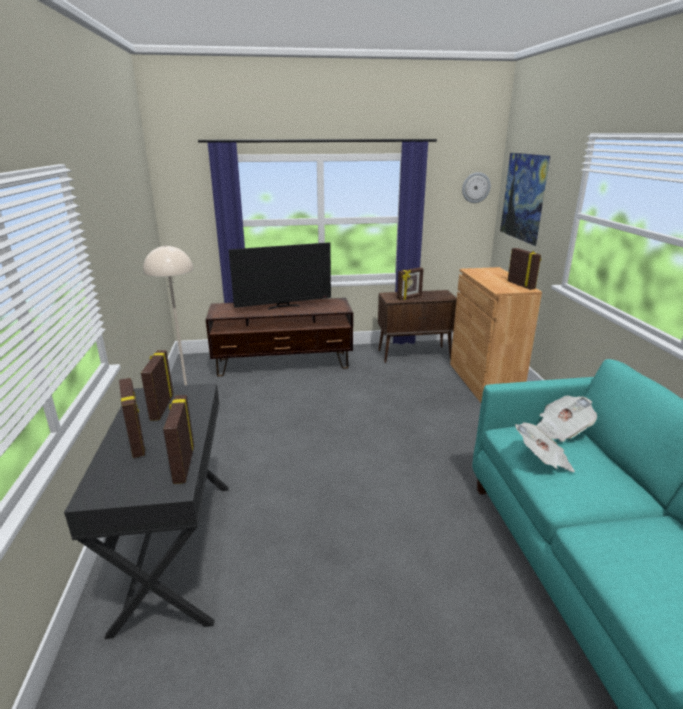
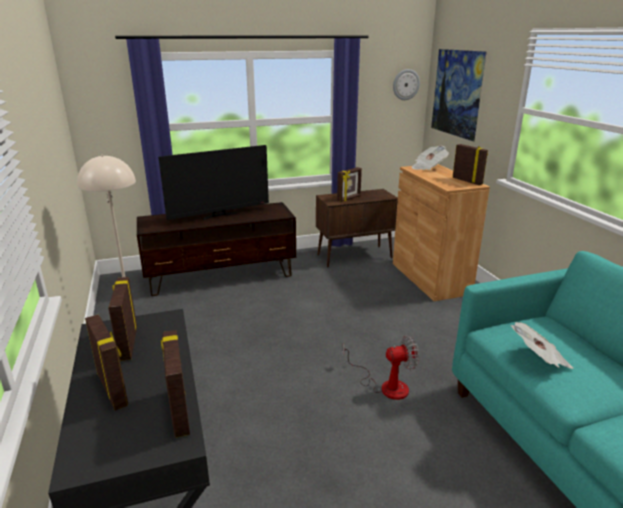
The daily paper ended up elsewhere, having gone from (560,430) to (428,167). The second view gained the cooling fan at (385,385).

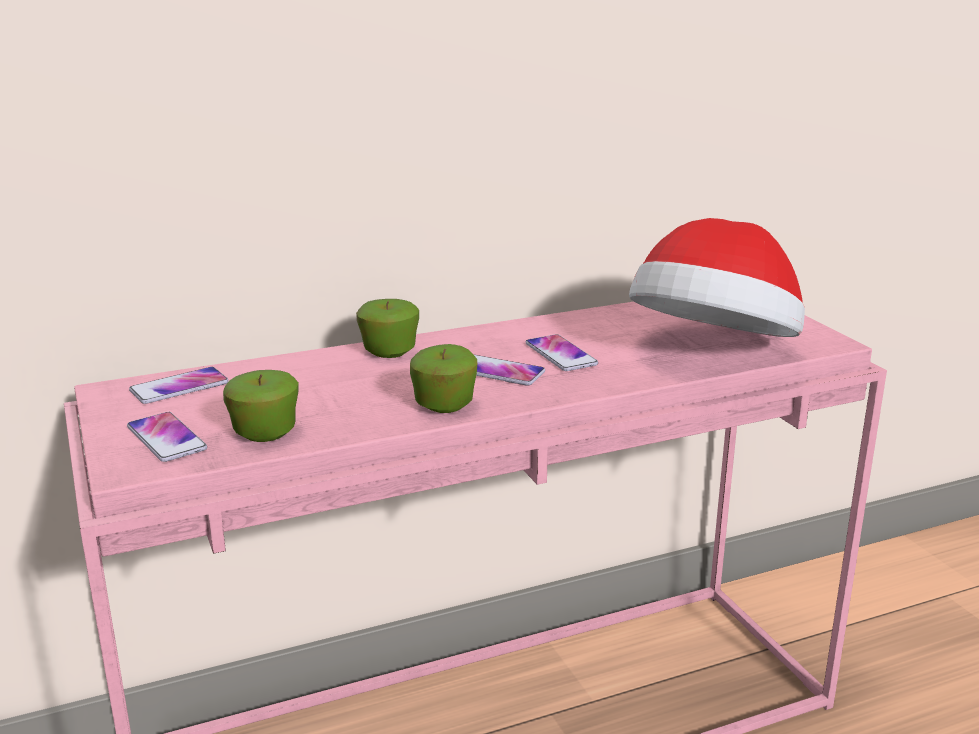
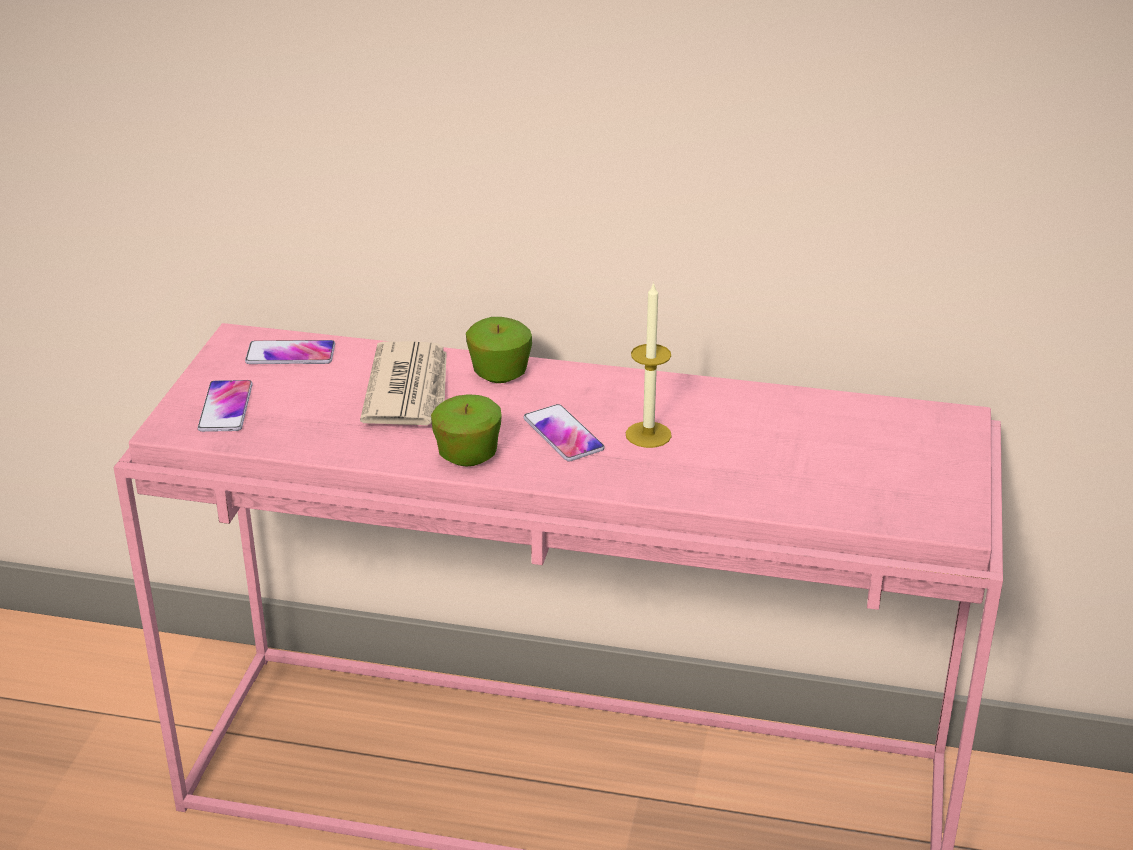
The second view lost the whole apple at (265,433). Where the phone stood at (561,354), the candle came to stand at (648,435). The second view lost the hat at (715,351). The second view gained the daily paper at (409,390).

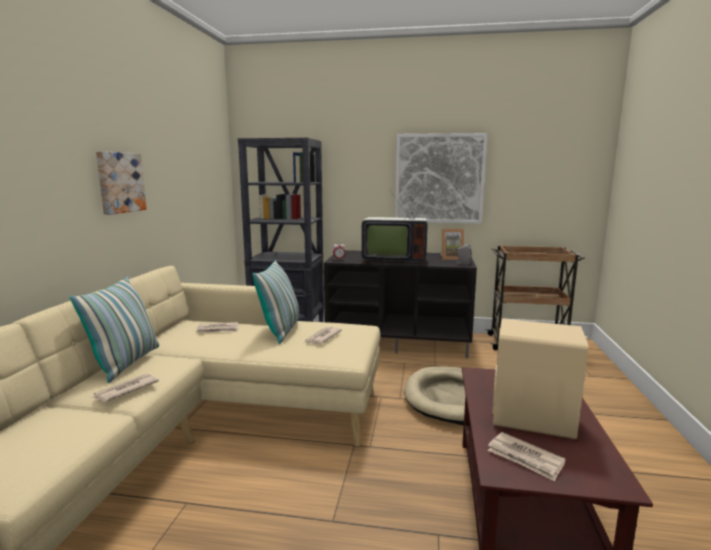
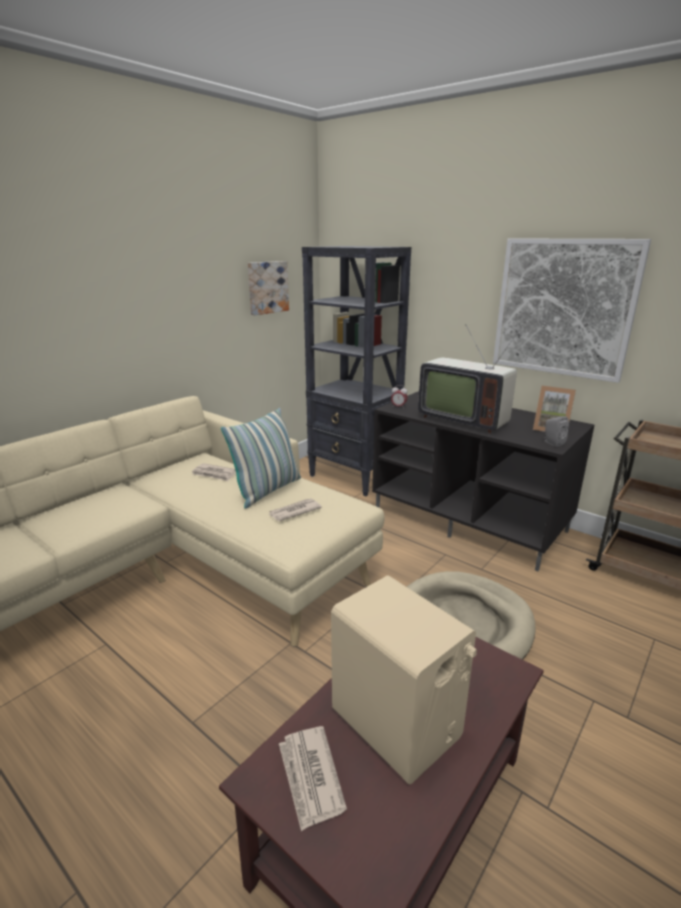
The second view lost the pillow at (126,363). The second view lost the daily paper at (125,390). The picture ended up elsewhere, having gone from (119,182) to (267,287).

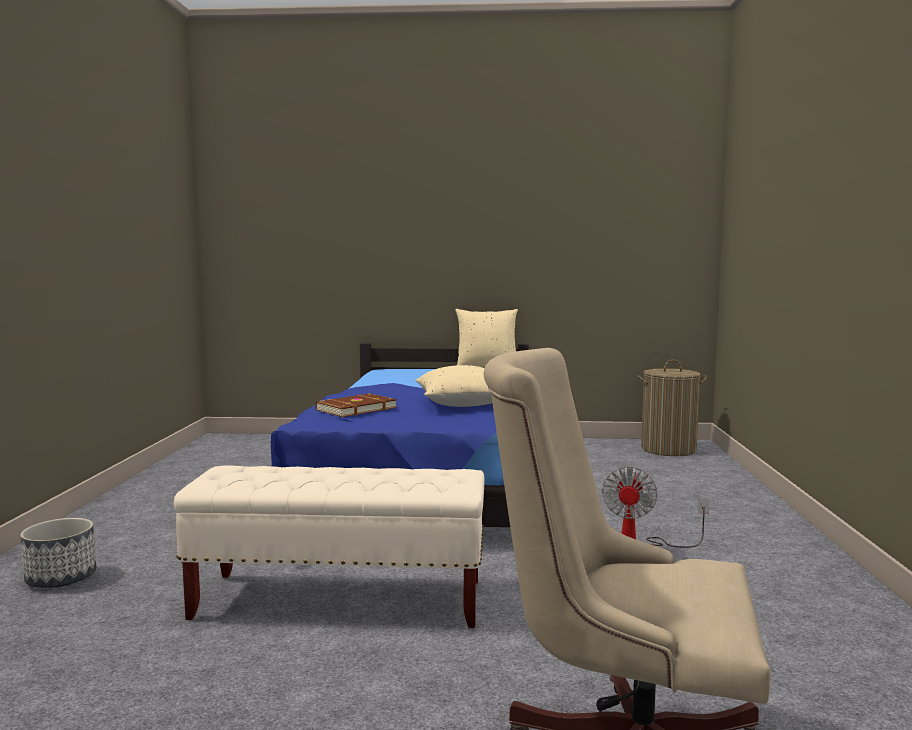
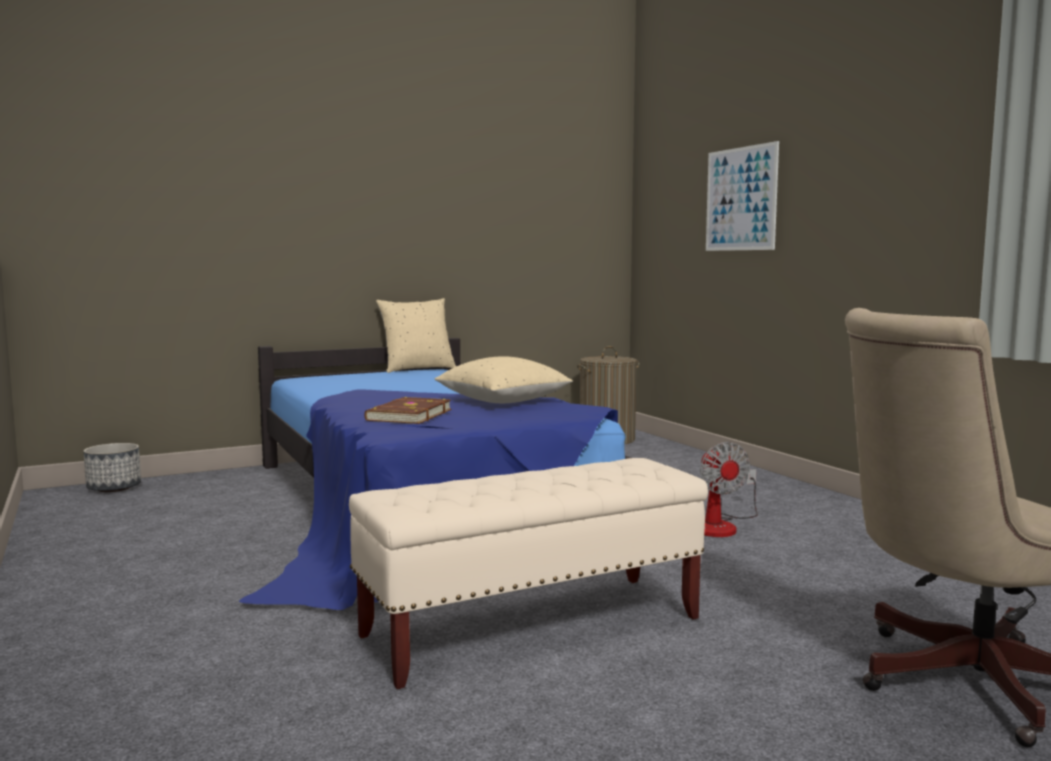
The plant pot ended up elsewhere, having gone from (60,578) to (113,488). The second view gained the picture at (741,199).

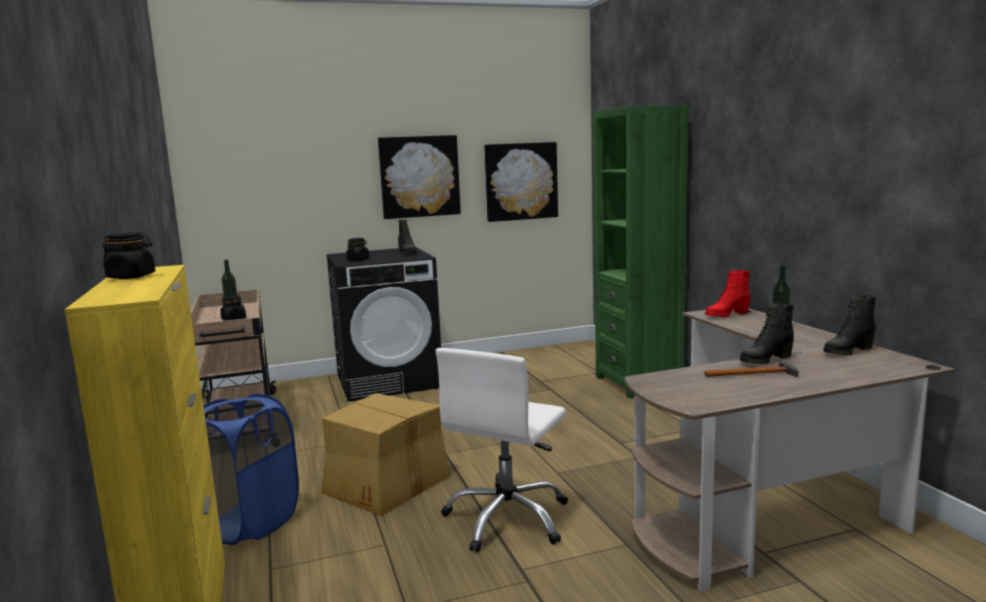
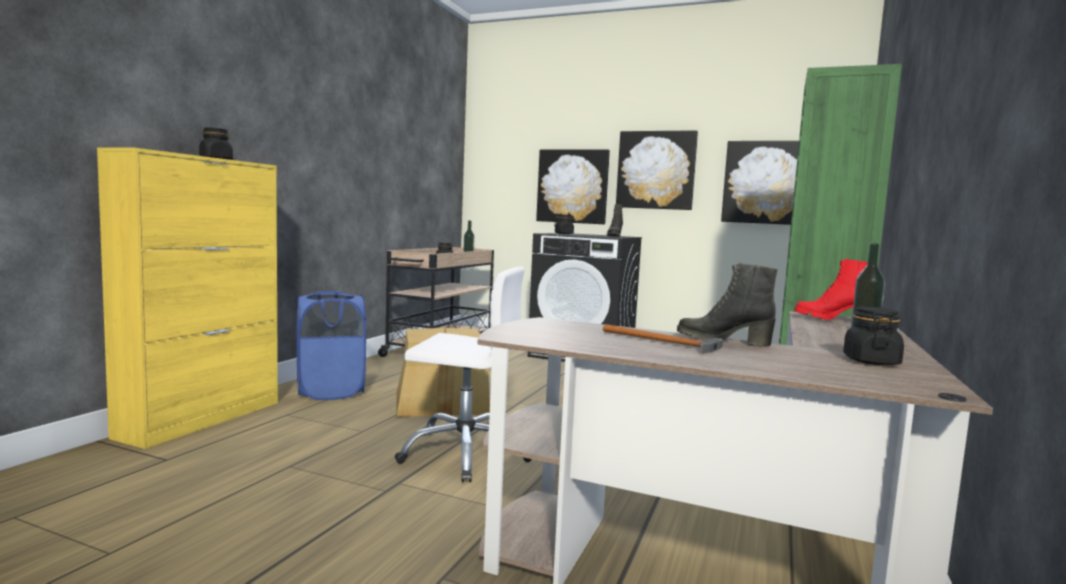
The white-coloured desk chair at (508,519) ended up facing another way, 150 degrees counterclockwise from before. Where the blackish high-top boot stood at (847,351), the blackish storage jar came to stand at (870,361). The second view gained the picture at (572,186).

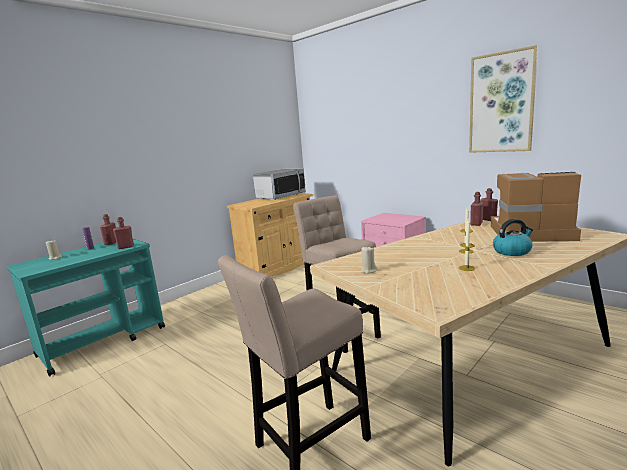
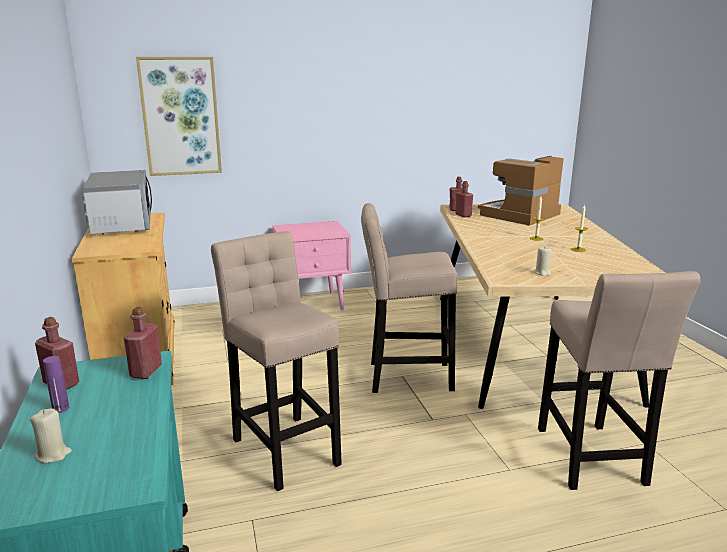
The picture ended up elsewhere, having gone from (501,103) to (180,117). The second view lost the water kettle at (512,251). The second view gained the beige stool seat at (284,447).

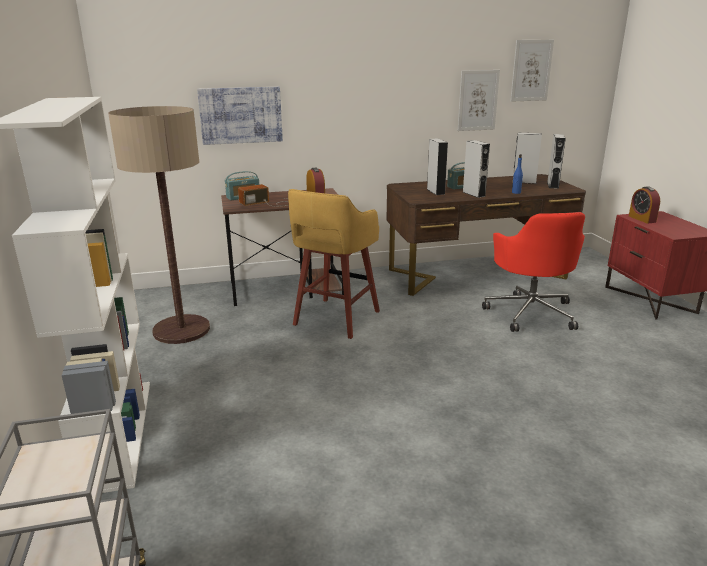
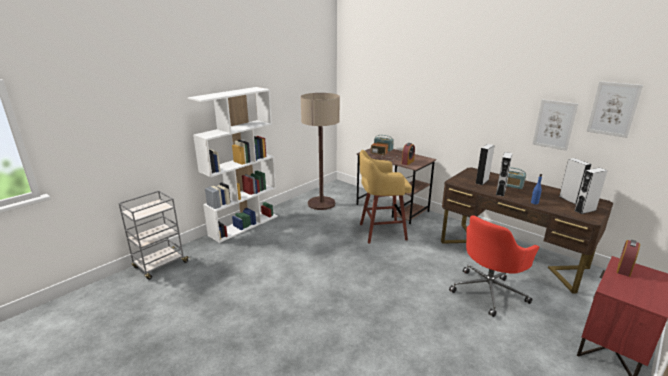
The second view lost the picture at (241,115).

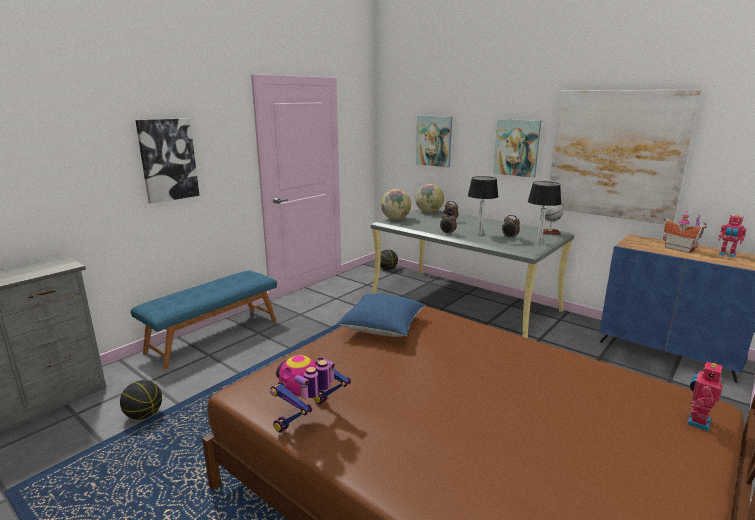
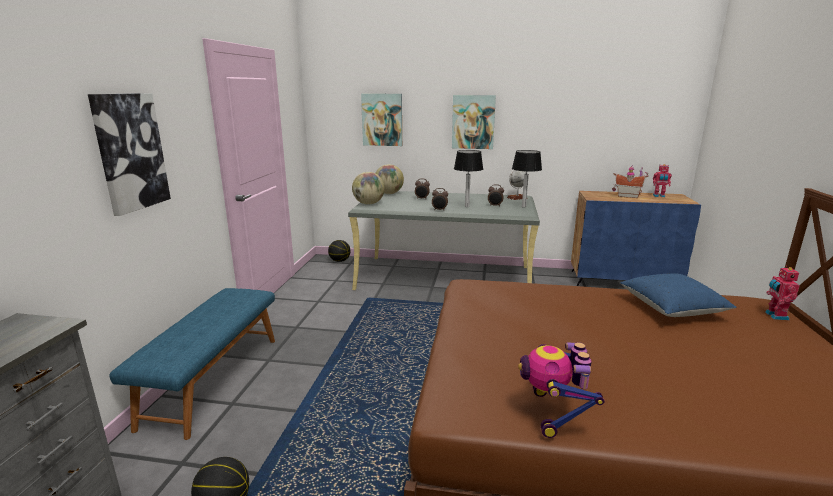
The blue-coloured pillow ended up elsewhere, having gone from (382,328) to (671,309). The second view lost the picture at (615,155).

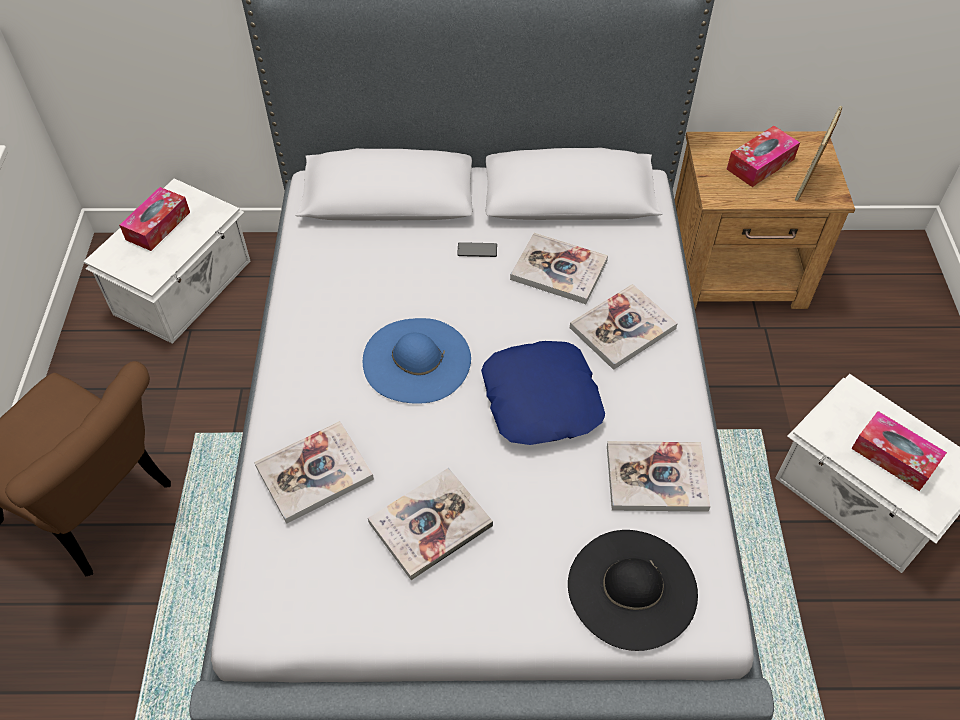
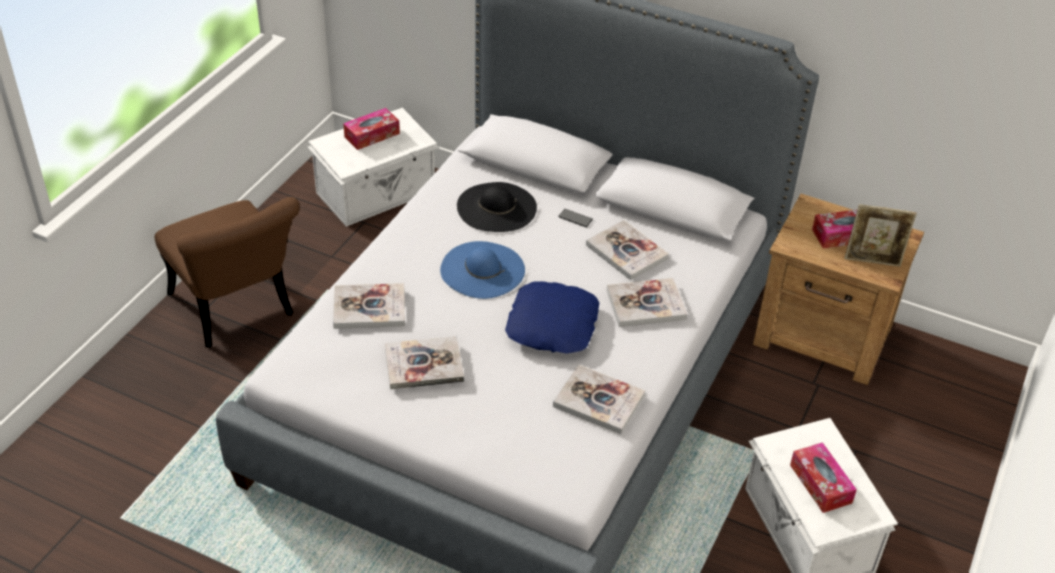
The blackish hat ended up elsewhere, having gone from (632,588) to (496,207). The standing frame at (807,182) ended up facing another way, 135 degrees counterclockwise from before.

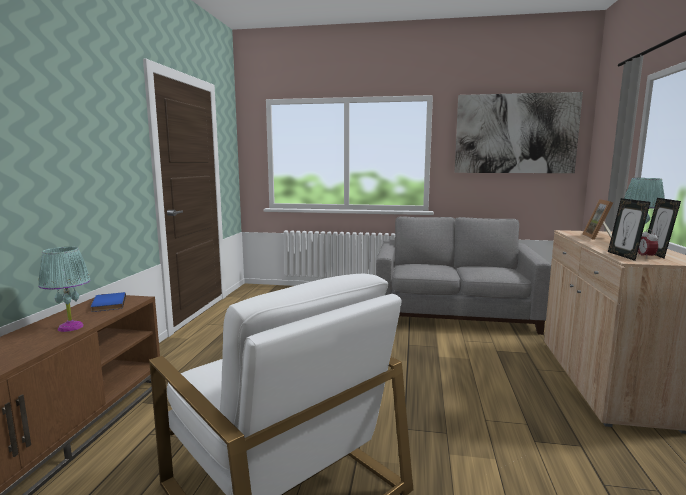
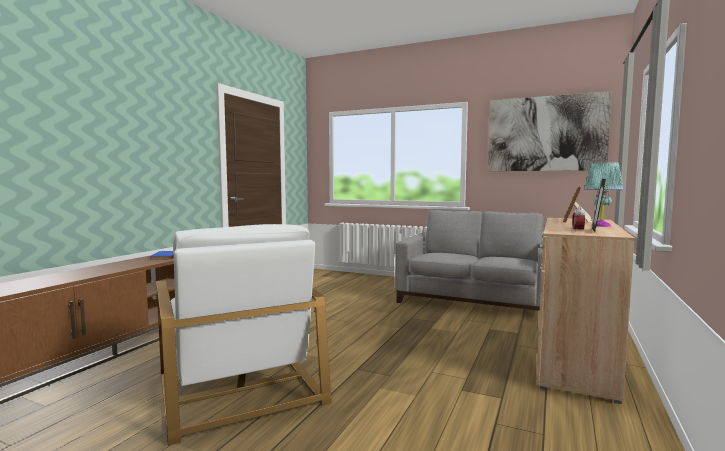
The second view lost the turquoise-coloured lamp for a table at (70,327). The second view lost the standing frame at (624,256).

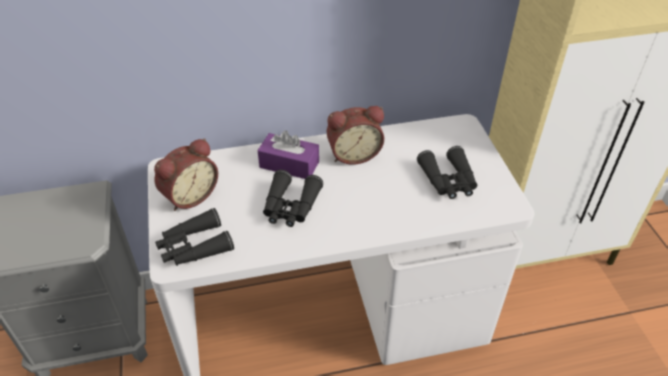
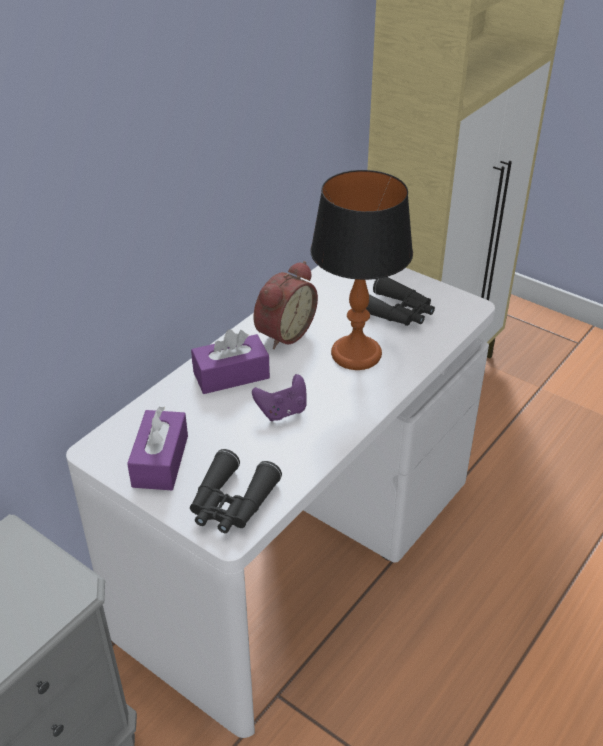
Where the alarm clock stood at (189,195), the purple tissue box came to stand at (160,461). Where the blackish binoculars stood at (290,207), the purple game controller came to stand at (282,411). The second view gained the lamp for a table at (357,355).

